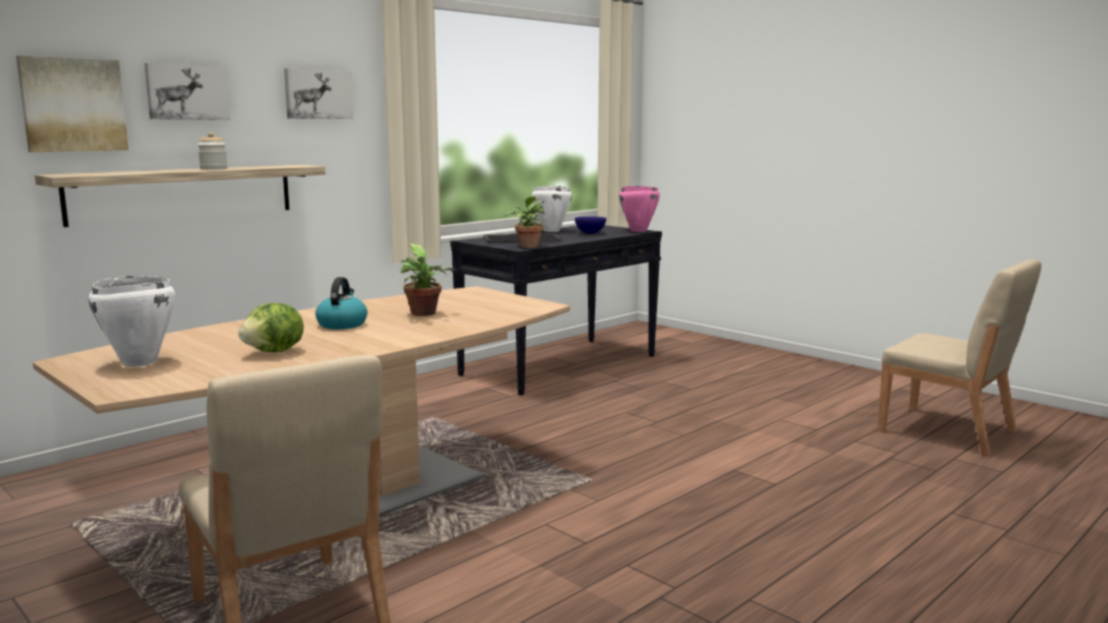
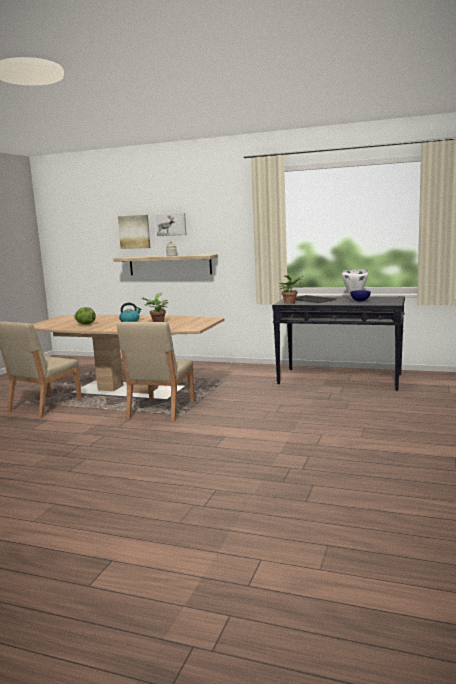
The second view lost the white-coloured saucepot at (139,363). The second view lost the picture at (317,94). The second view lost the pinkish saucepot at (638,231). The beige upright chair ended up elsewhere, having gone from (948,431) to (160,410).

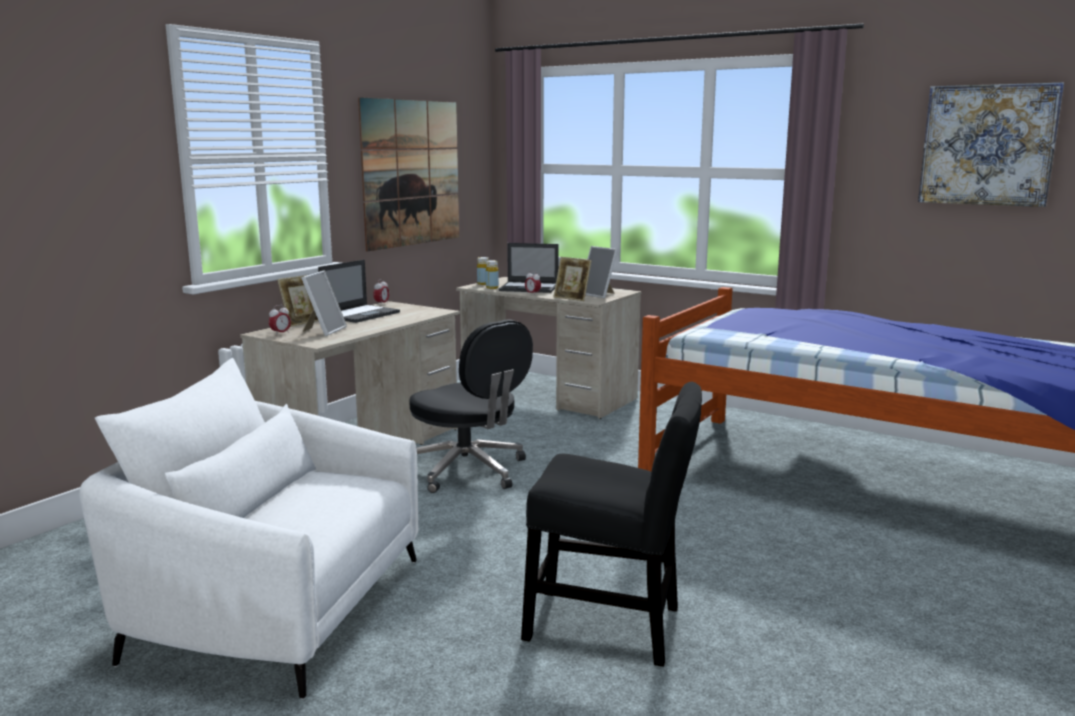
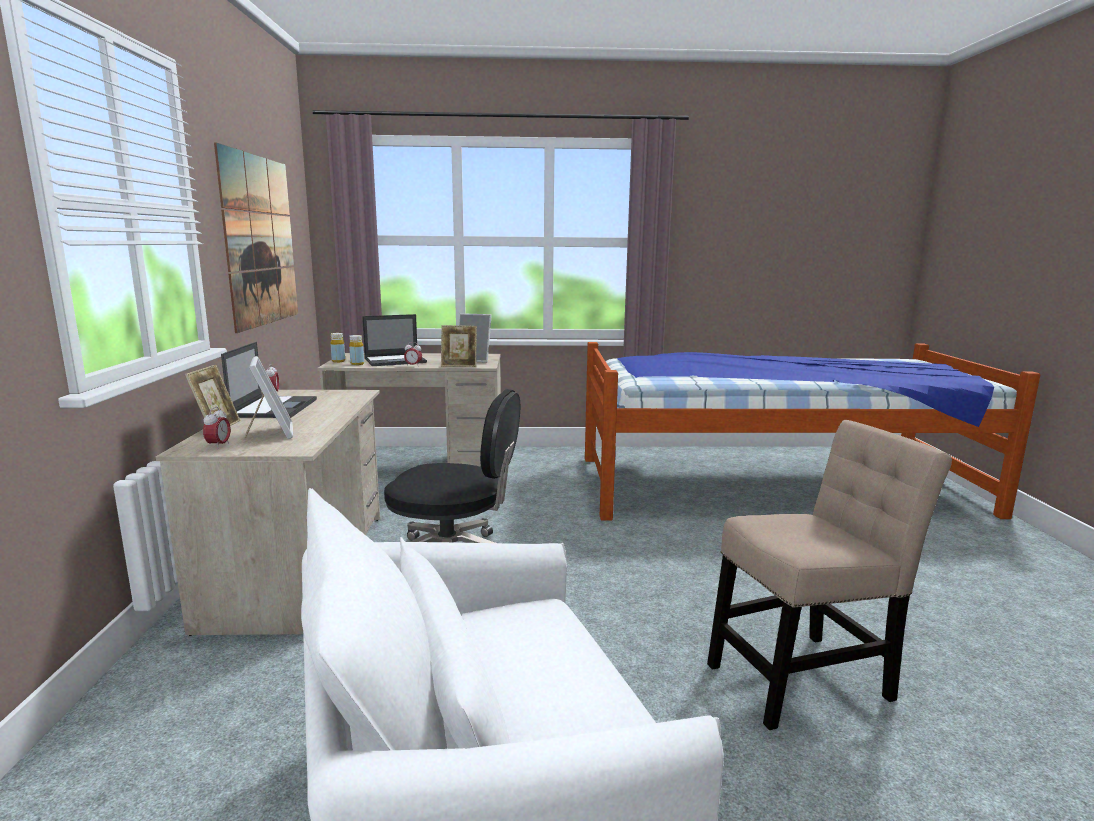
What was the blackish upright chair at (611,626) turned into the beige upright chair at (805,678). The second view lost the picture at (987,145).

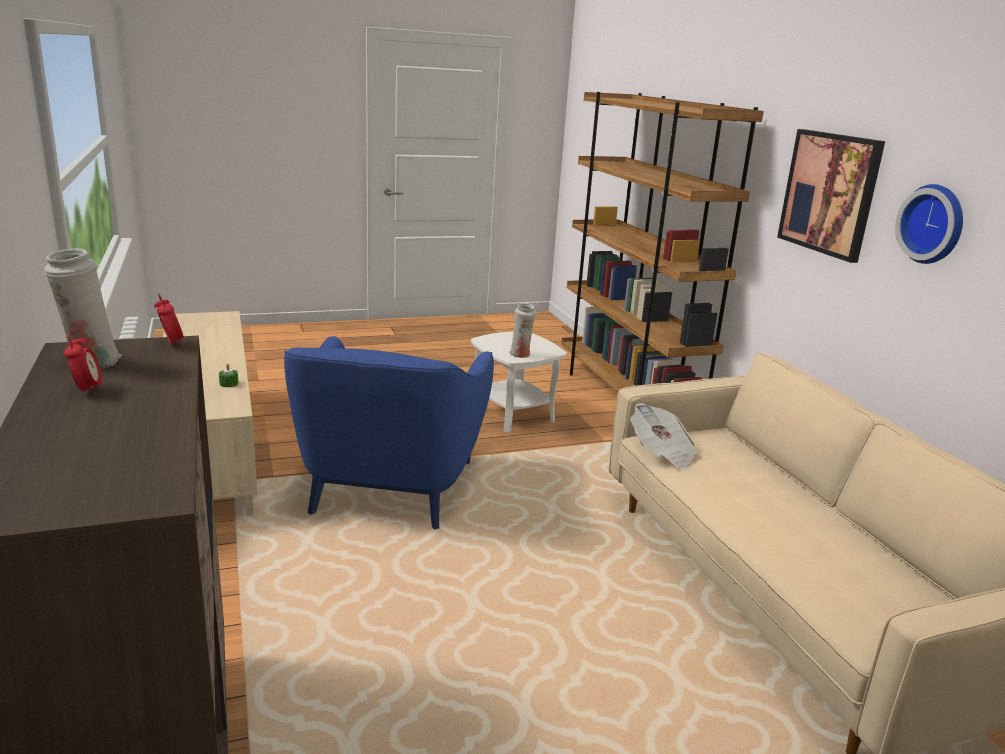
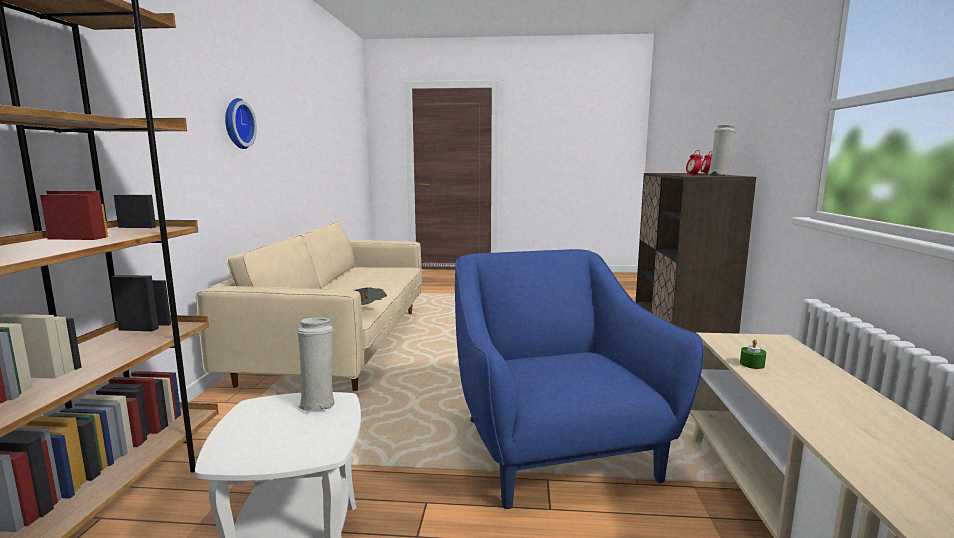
The blue-coloured armchair at (390,487) ended up facing another way, 45 degrees counterclockwise from before. The second view lost the picture at (830,193).

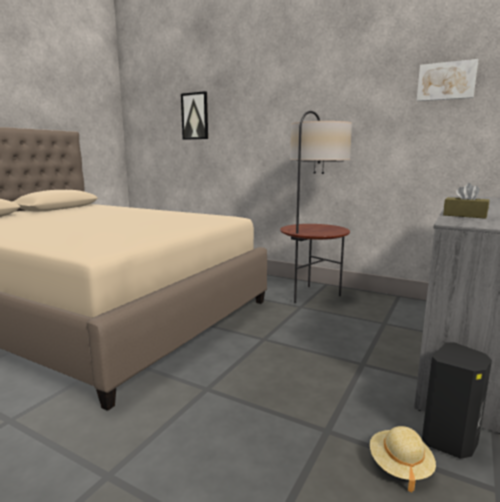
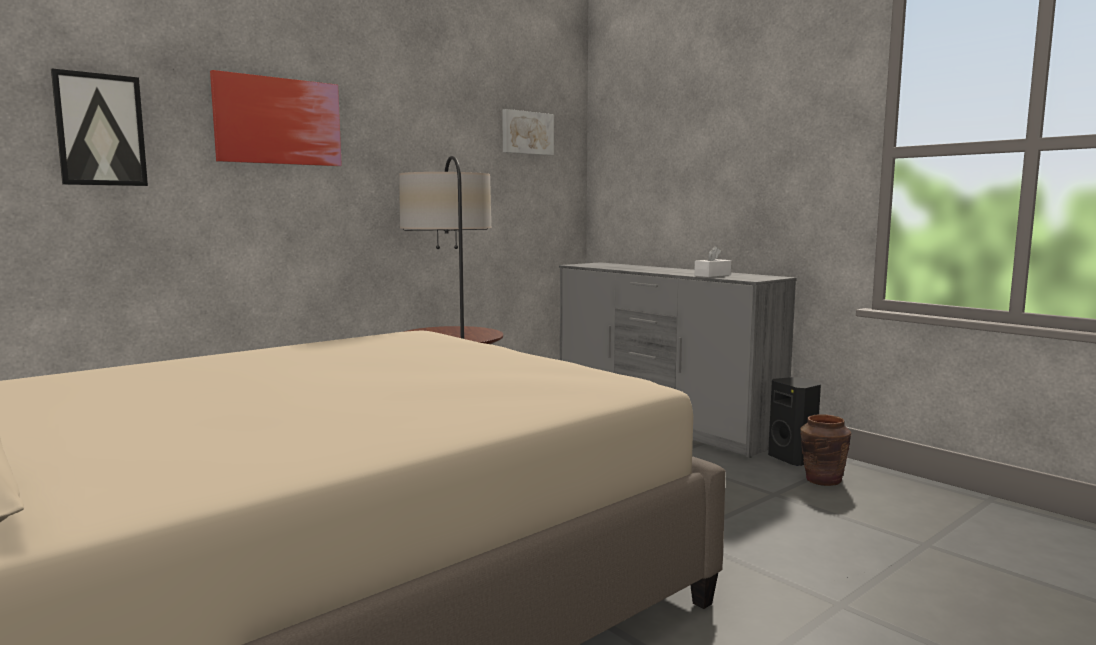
Where the beige hat stood at (400,466), the brownish vase came to stand at (822,480). What was the brownish tissue box at (464,215) turned into the white-coloured tissue box at (712,275). The second view gained the picture at (278,121).

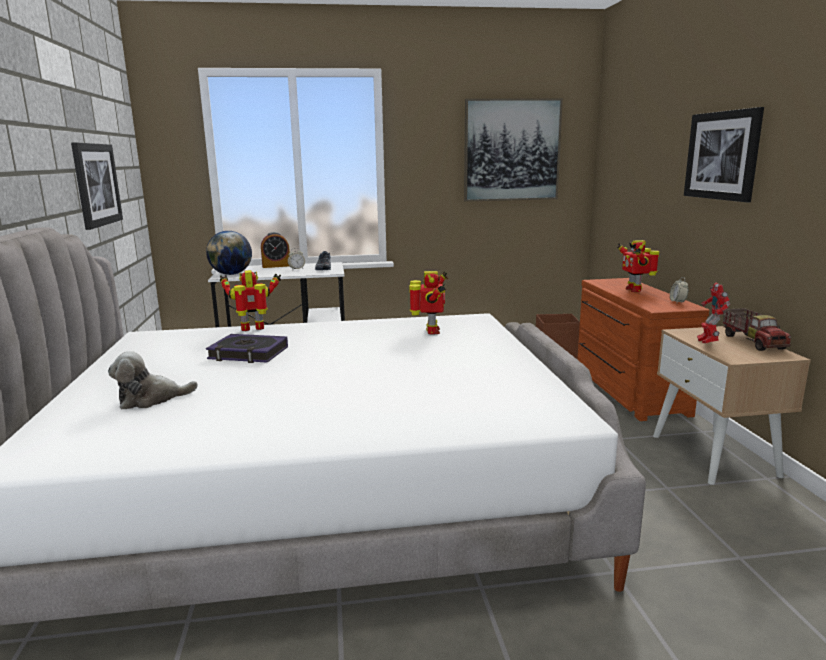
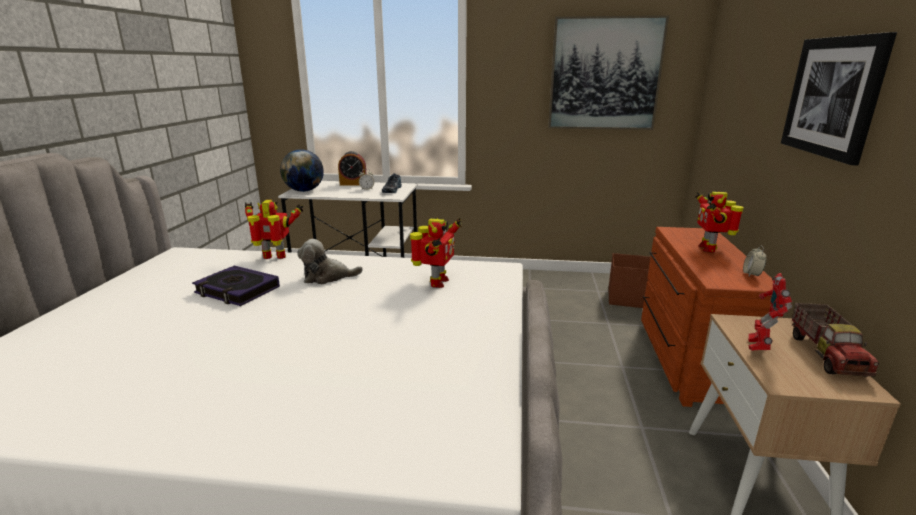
The second view lost the picture at (96,184). The plush toy ended up elsewhere, having gone from (151,399) to (327,277).

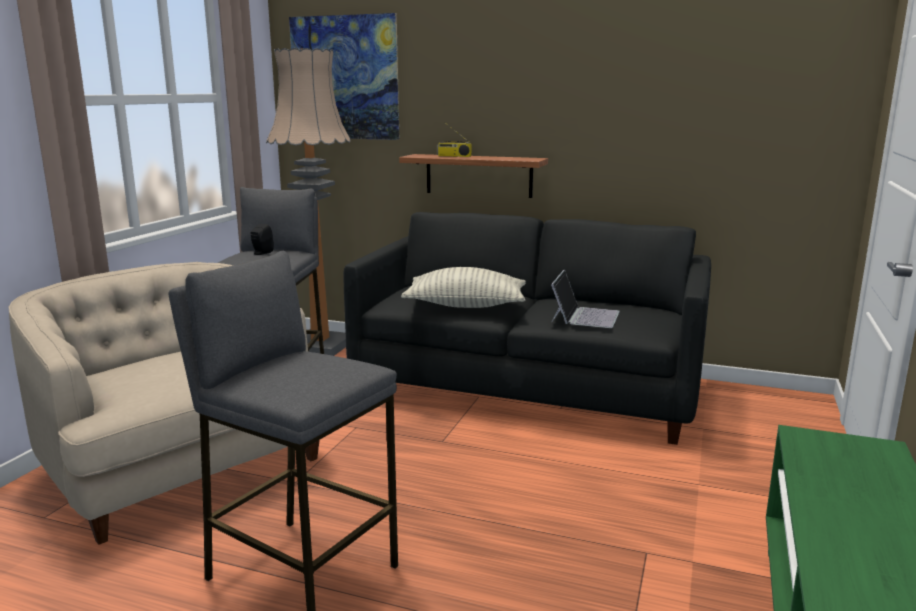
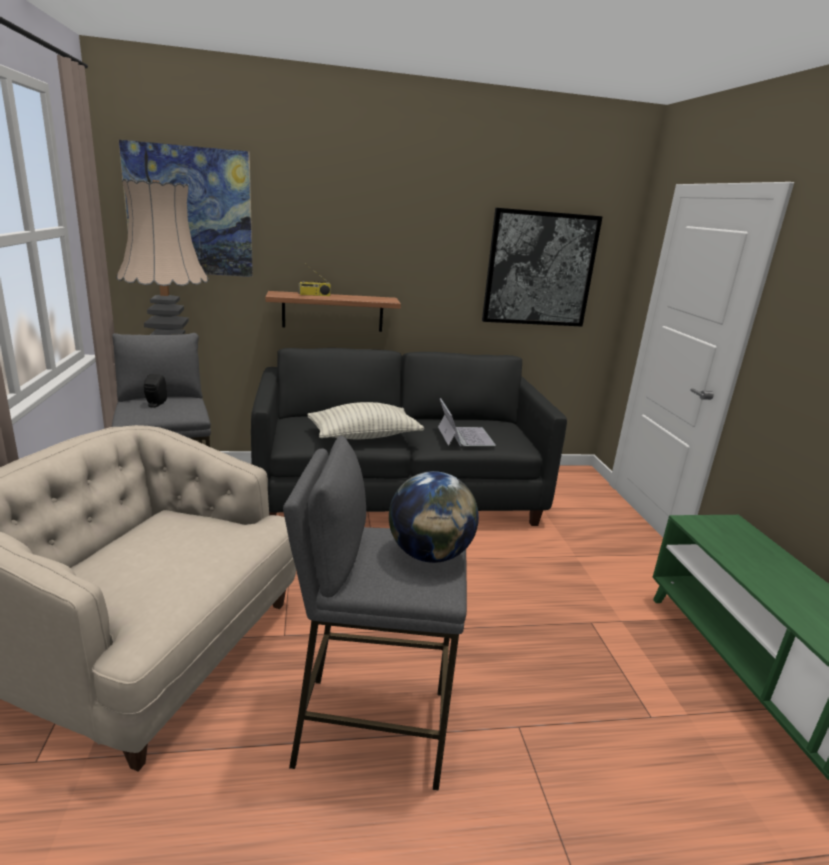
The second view gained the world globe at (429,555). The second view gained the picture at (539,269).

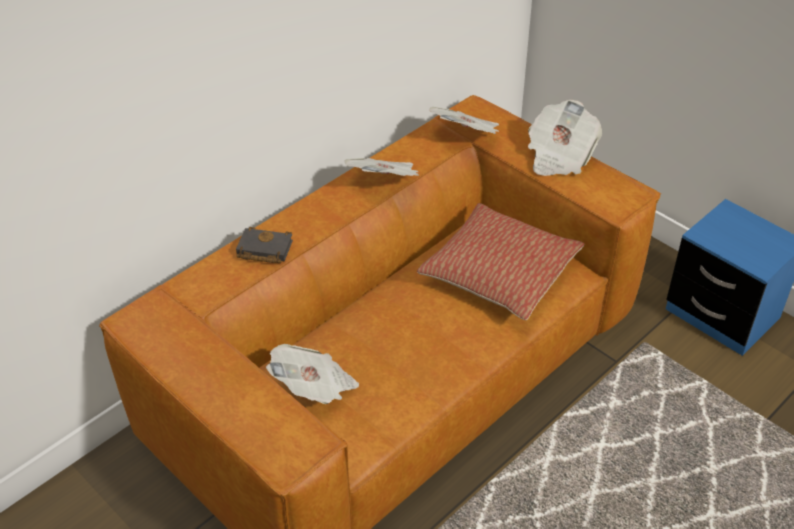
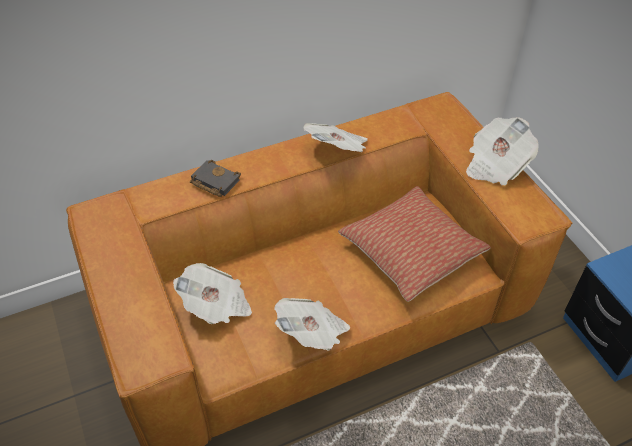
The daily paper ended up elsewhere, having gone from (467,136) to (312,333).

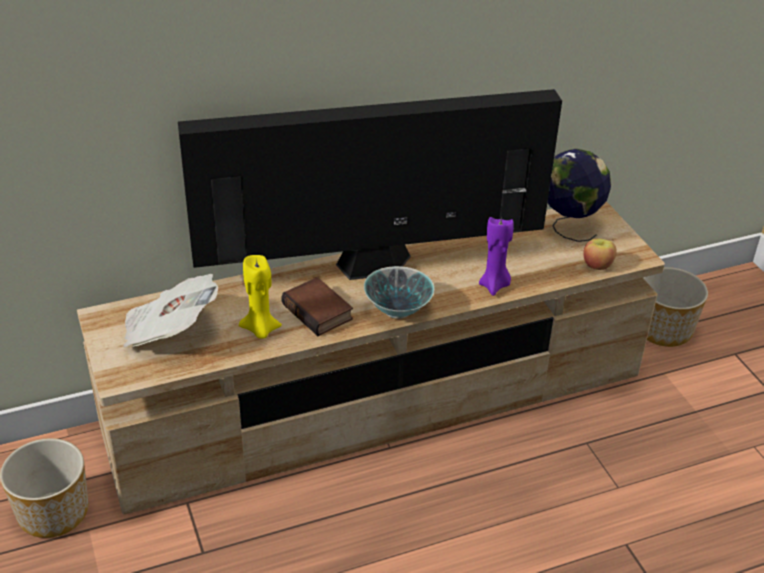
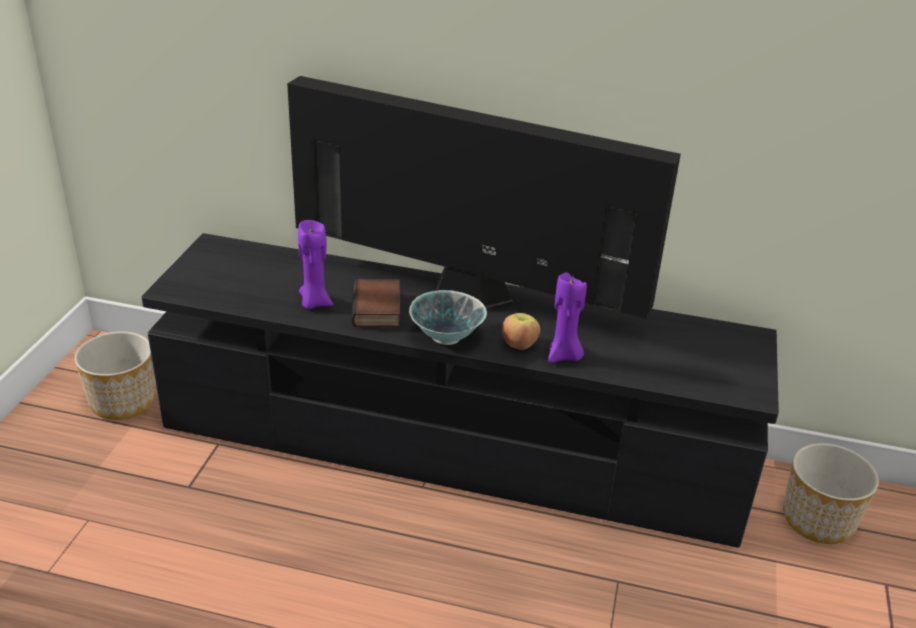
What was the beige tv stand at (378,402) turned into the blackish tv stand at (451,445). The second view lost the daily paper at (169,331). What was the yellow candle at (260,330) turned into the purple candle at (314,302). The second view lost the world globe at (568,226). The whole apple ended up elsewhere, having gone from (597,265) to (519,344).

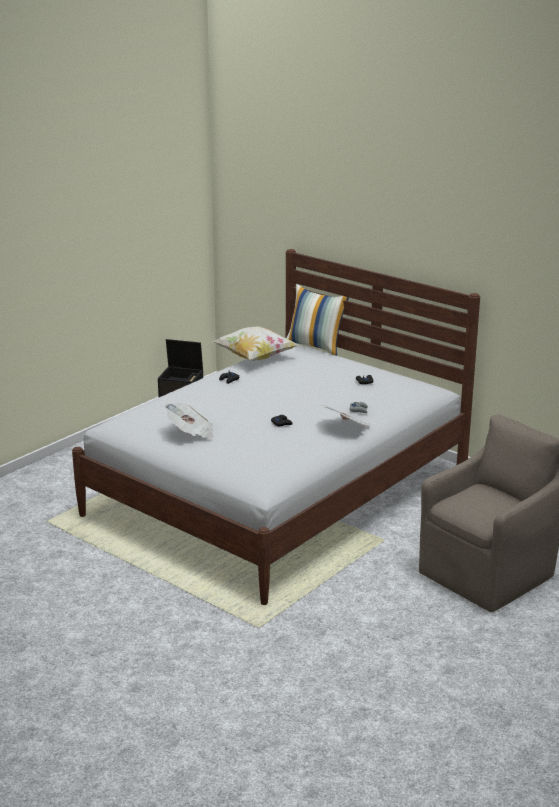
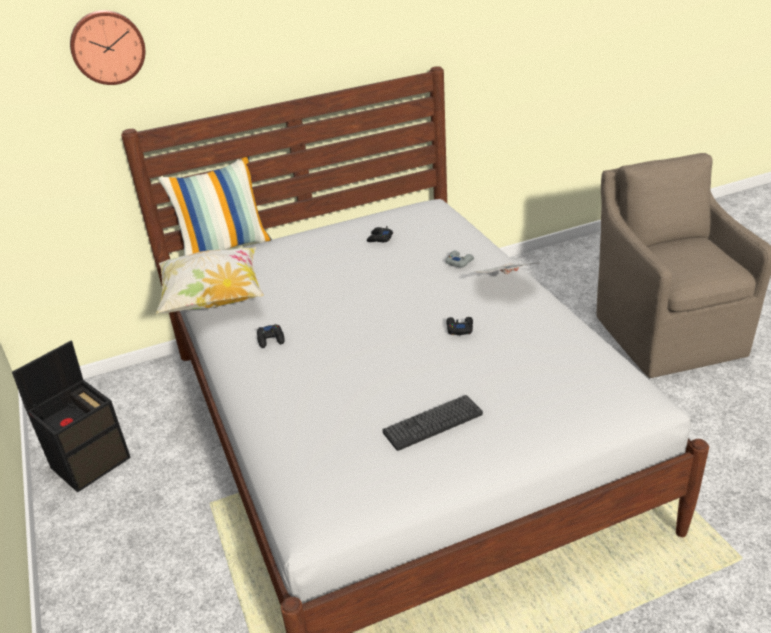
Where the daily paper stood at (191,433), the PC keyboard came to stand at (433,423). The second view gained the clock on the wall at (107,47).

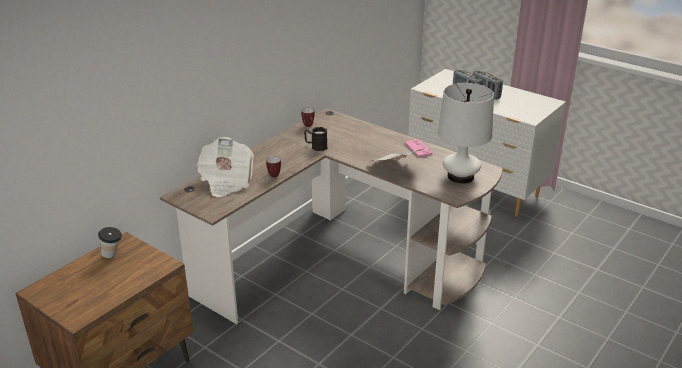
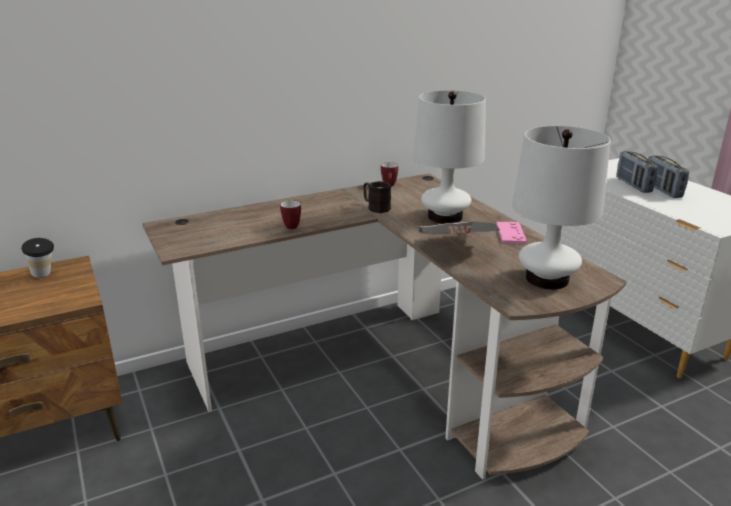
The second view lost the daily paper at (226,181). The second view gained the white-coloured lamp for a table at (445,217).

